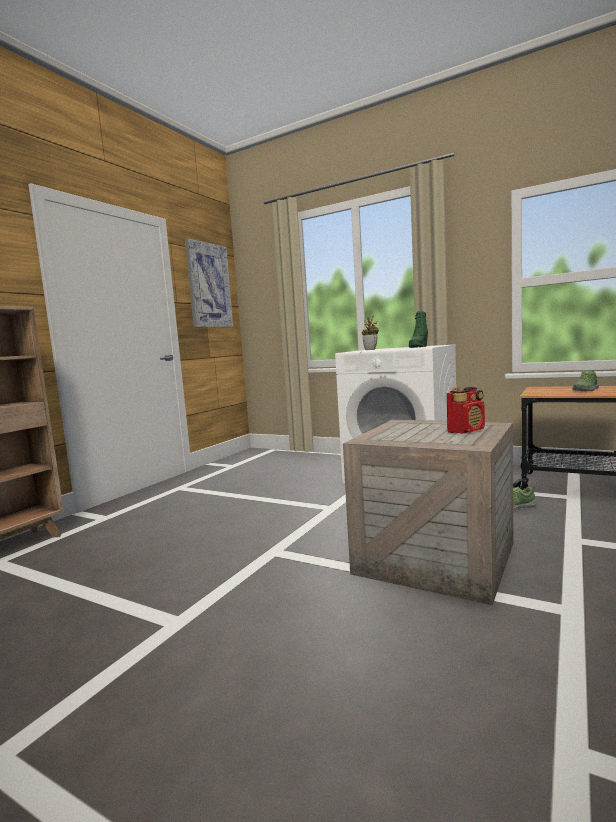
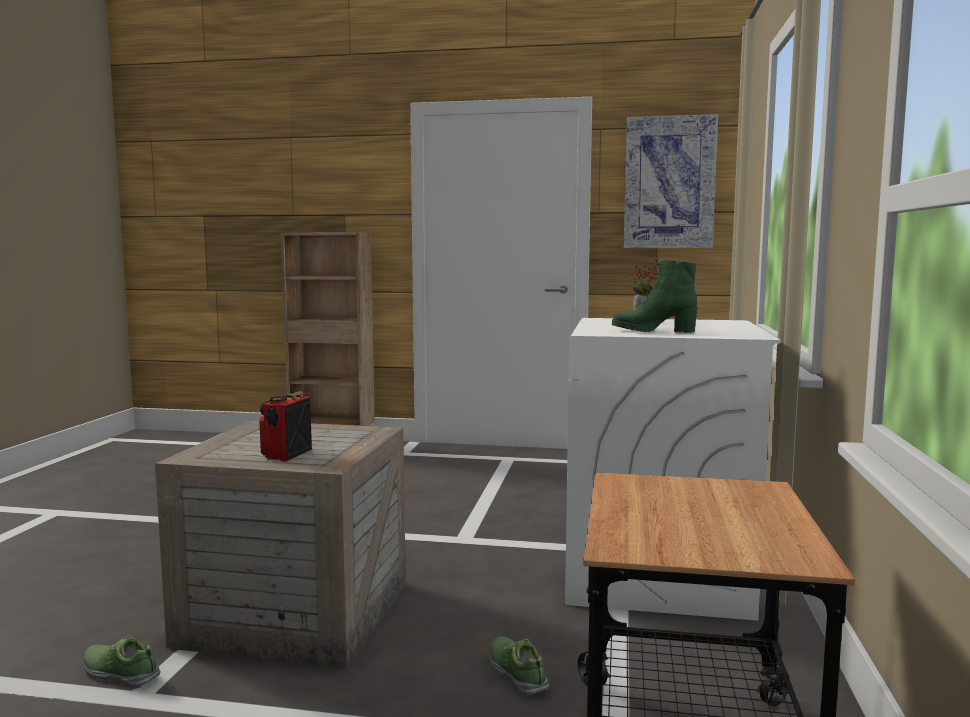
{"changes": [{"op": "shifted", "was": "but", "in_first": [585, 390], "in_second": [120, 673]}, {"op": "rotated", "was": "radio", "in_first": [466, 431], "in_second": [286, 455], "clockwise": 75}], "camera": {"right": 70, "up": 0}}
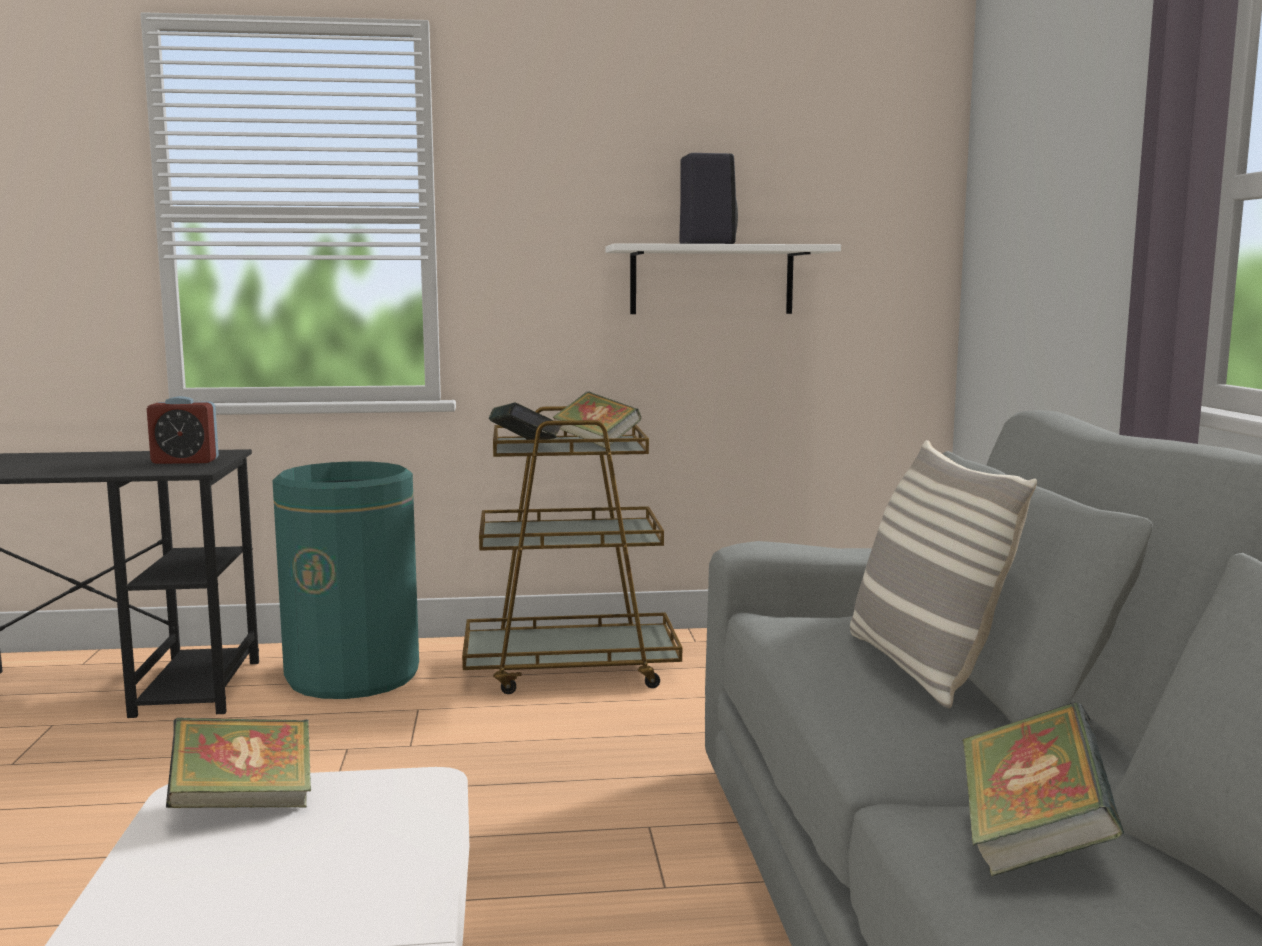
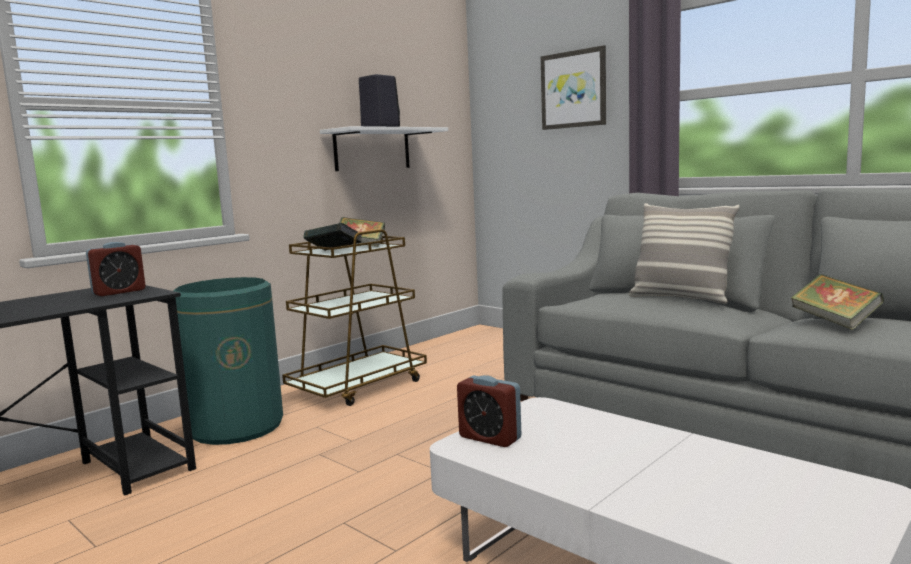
{"changes": [{"op": "swapped", "was": "książka", "now": "budzik", "in_first": [244, 803], "in_second": [490, 438]}, {"op": "new", "now": "obraz", "in_second": [573, 89]}], "camera": {"right": -40, "up": 0}}
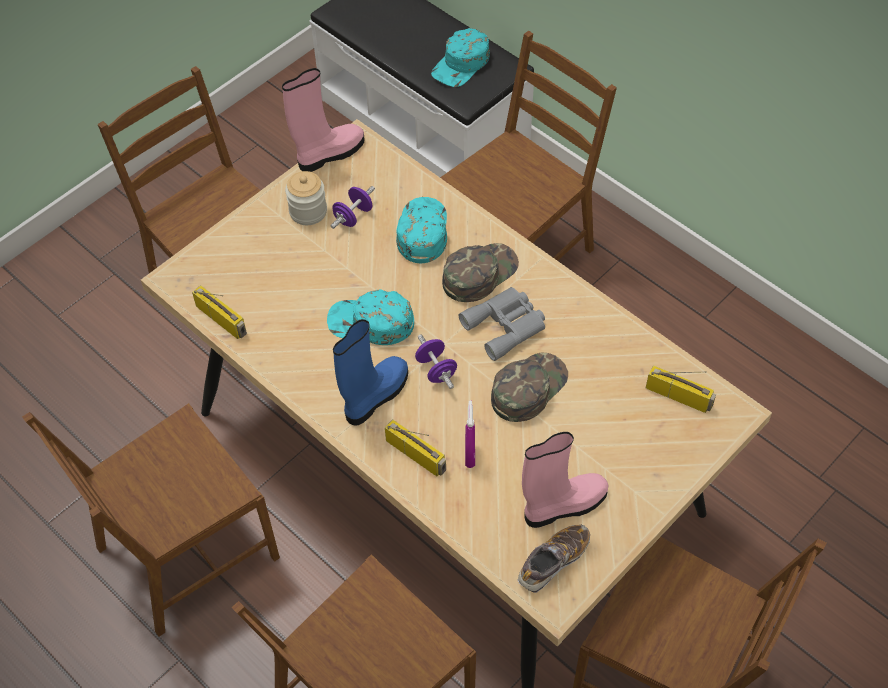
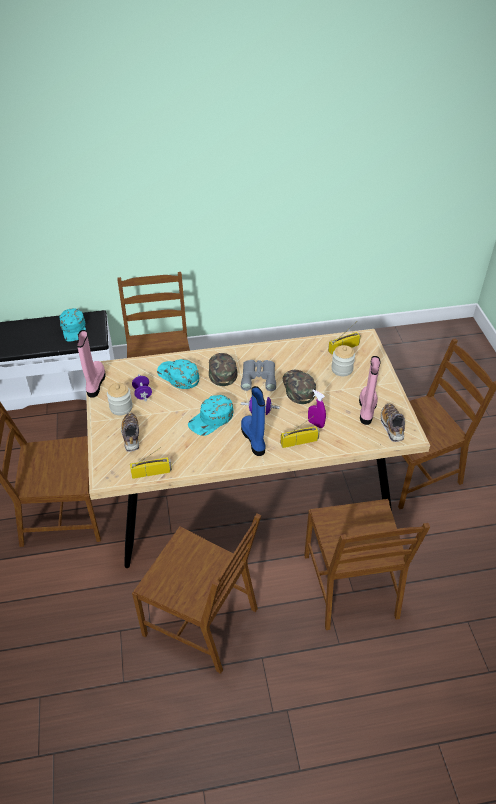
{"changes": [{"op": "new", "now": "but", "in_second": [131, 436]}, {"op": "rotated", "was": "krzesło [brązowy]", "in_first": [186, 552], "in_second": [202, 621], "clockwise": -60}, {"op": "new", "now": "słoik", "in_second": [342, 369]}], "camera": {"right": -55, "up": -10}}
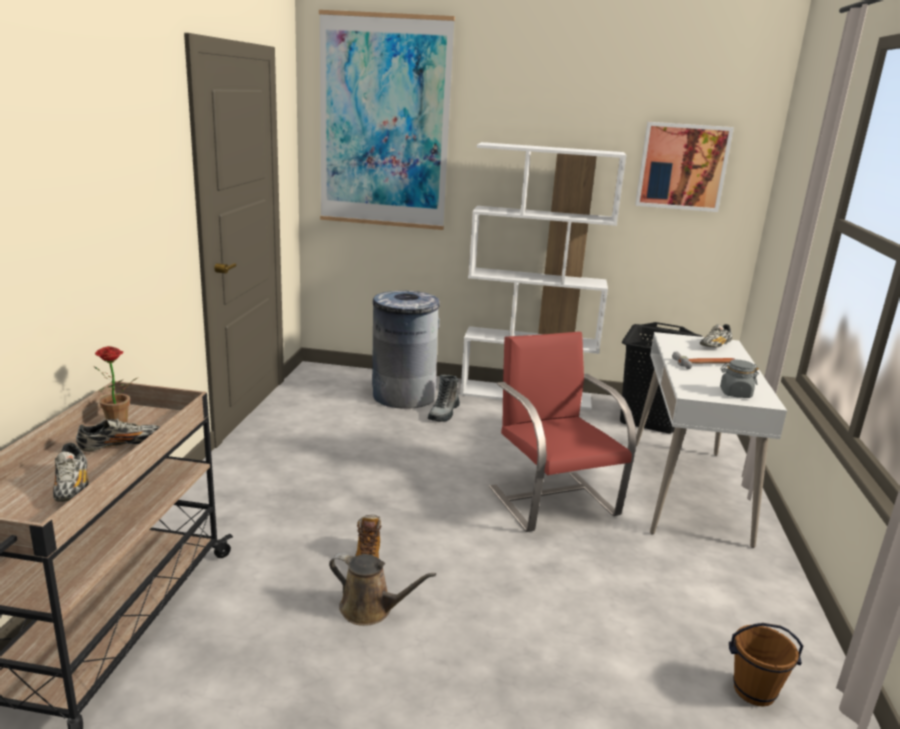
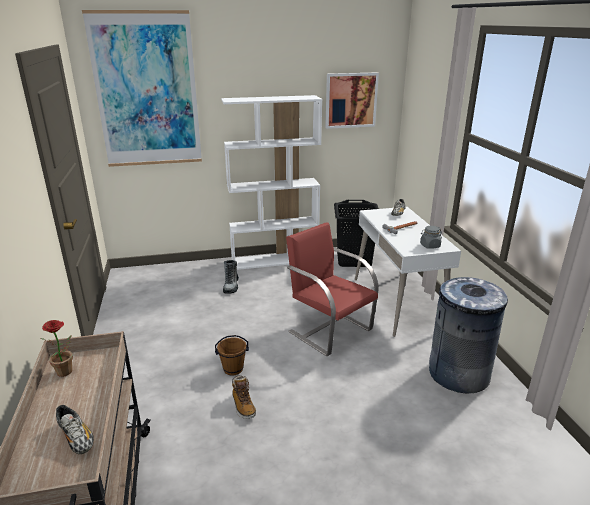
{"changes": [{"op": "shifted", "was": "wiadro [brązowy]", "in_first": [754, 690], "in_second": [233, 369]}, {"op": "shifted", "was": "kosz na śmieci [szary]", "in_first": [403, 396], "in_second": [458, 373]}, {"op": "gone", "was": "but", "in_first": [121, 445]}, {"op": "gone", "was": "konewka [brązowy]", "in_first": [370, 609]}], "camera": {"right": -20, "up": 5}}
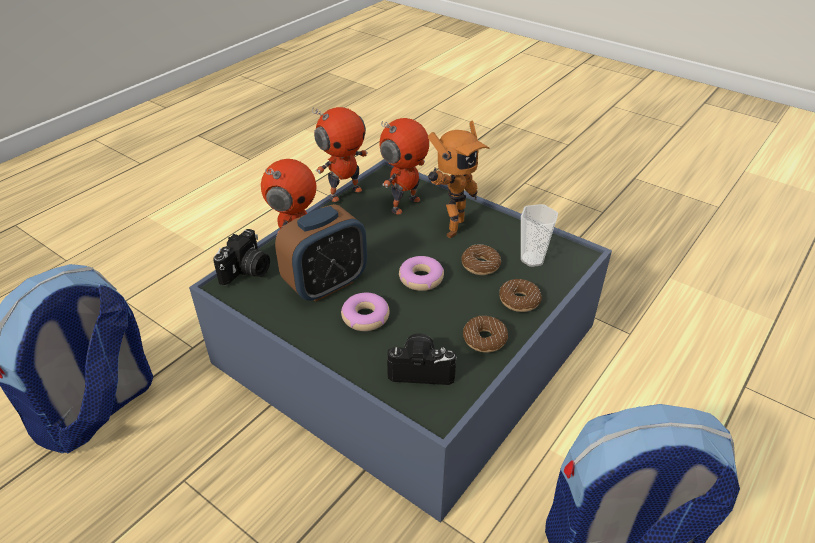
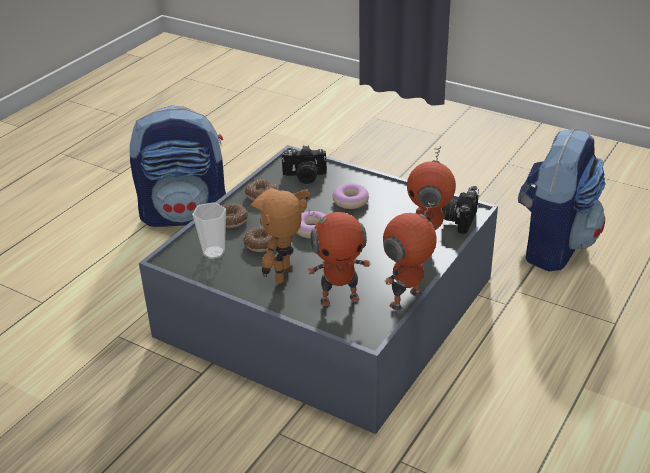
{"changes": [{"op": "rotated", "was": "robot zabawkowy", "in_first": [404, 204], "in_second": [339, 298], "clockwise": -135}, {"op": "gone", "was": "budzik", "in_first": [326, 284]}], "camera": {"right": 175, "up": -5}}
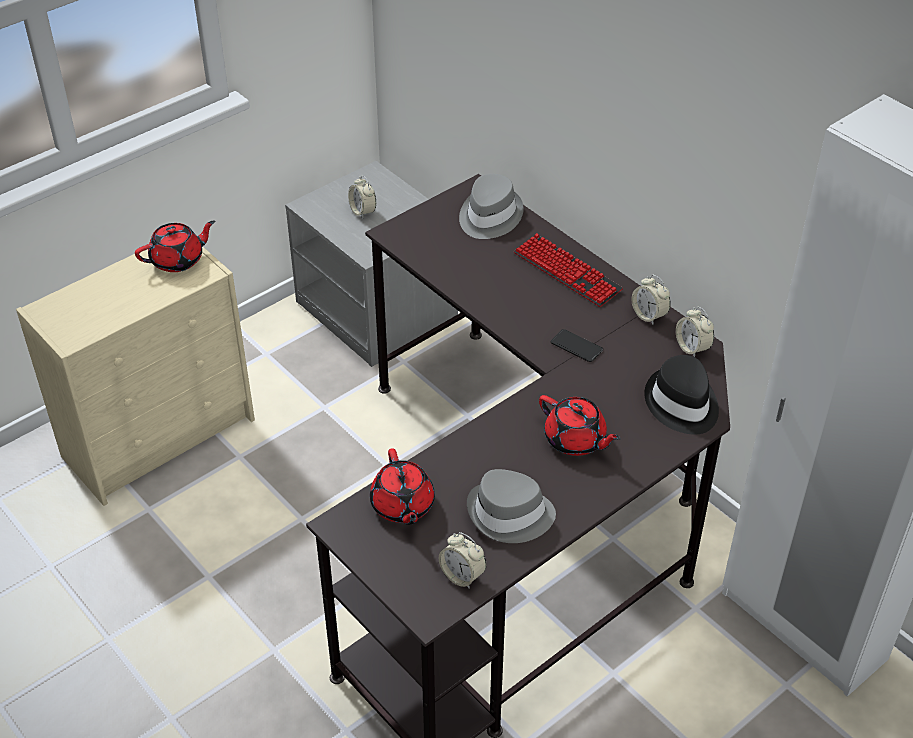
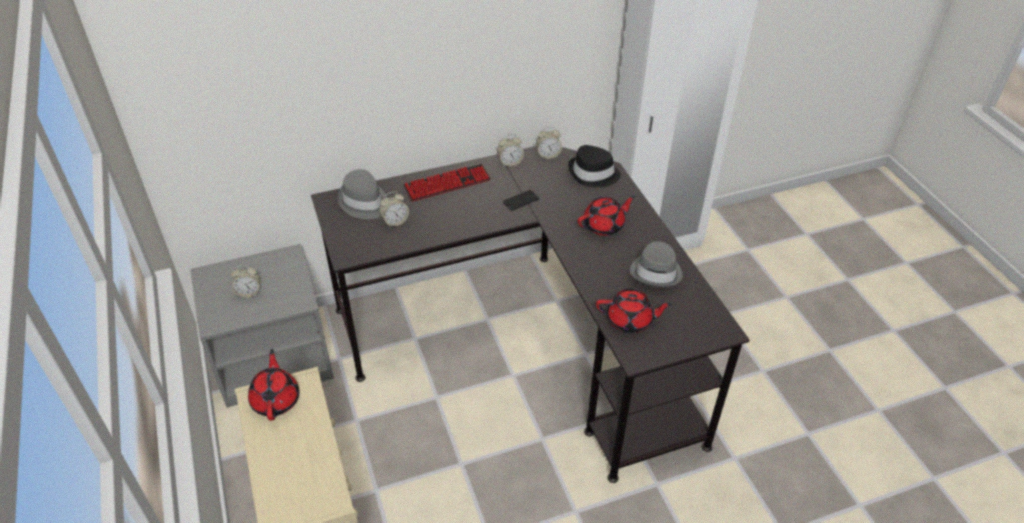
{"changes": [{"op": "shifted", "was": "budzik", "in_first": [462, 575], "in_second": [395, 221]}], "camera": {"right": -70, "up": 0}}
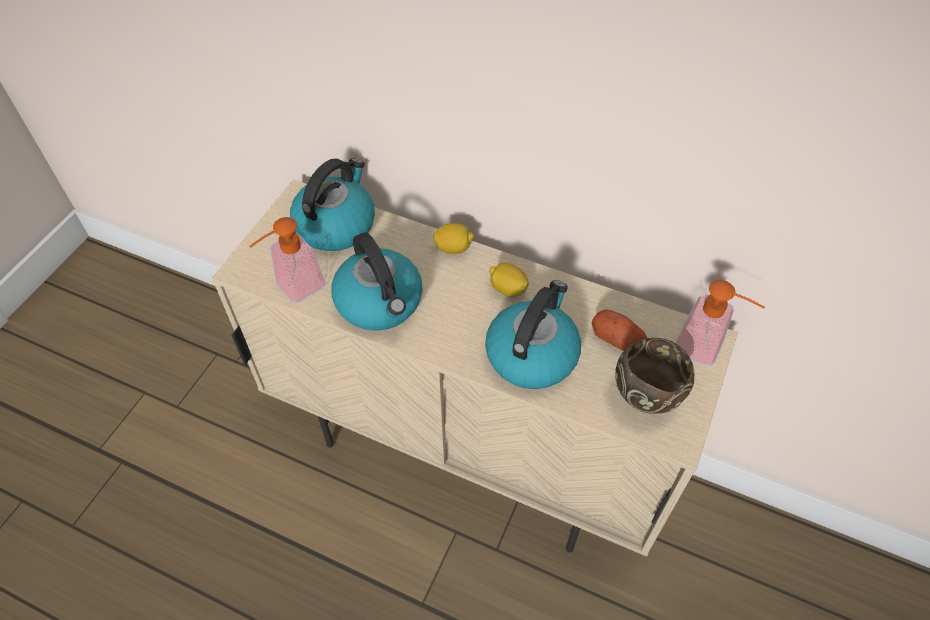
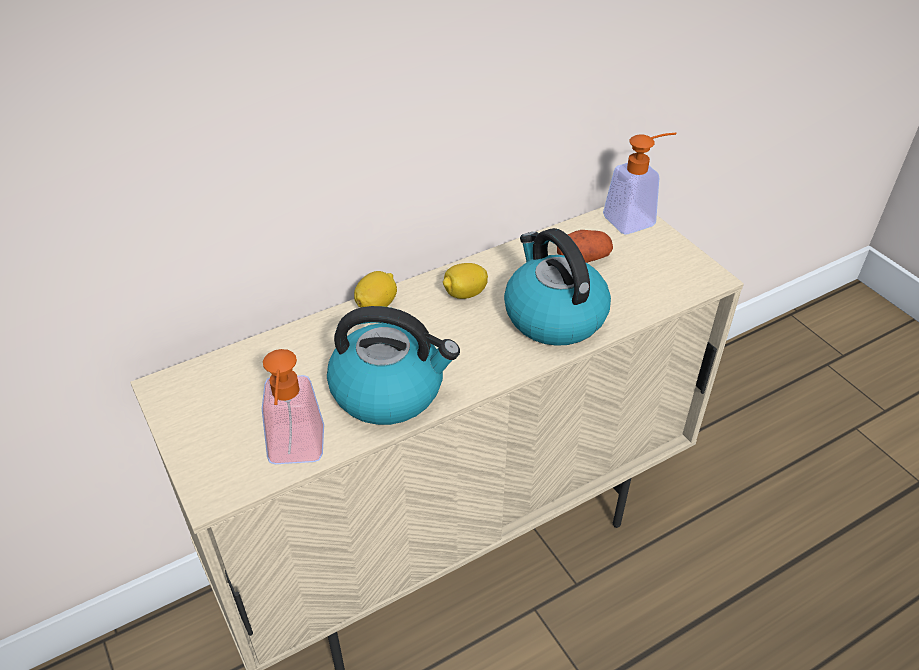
{"changes": [{"op": "gone", "was": "czajnik", "in_first": [336, 225]}, {"op": "gone", "was": "miska [brązowy]", "in_first": [645, 398]}], "camera": {"right": -55, "up": -10}}
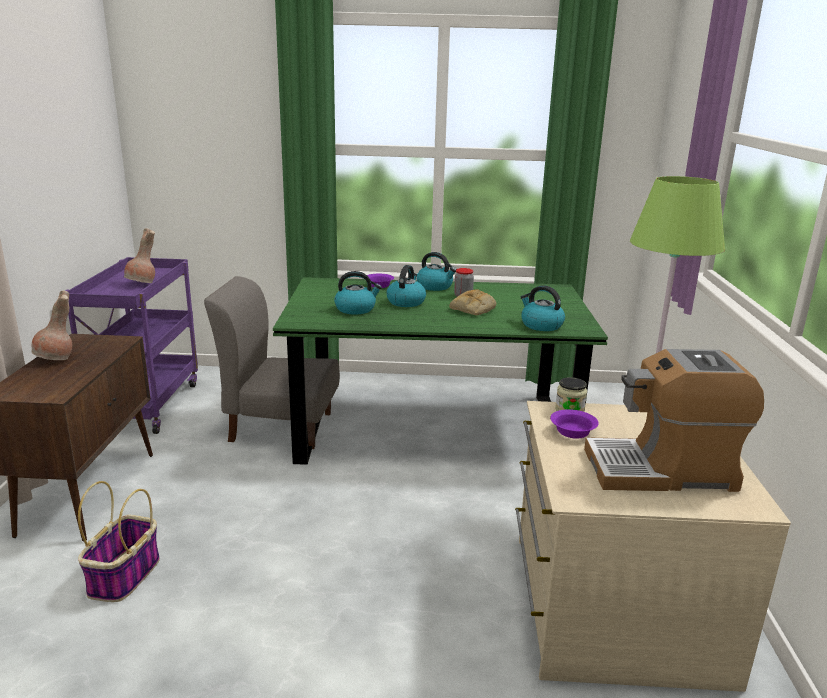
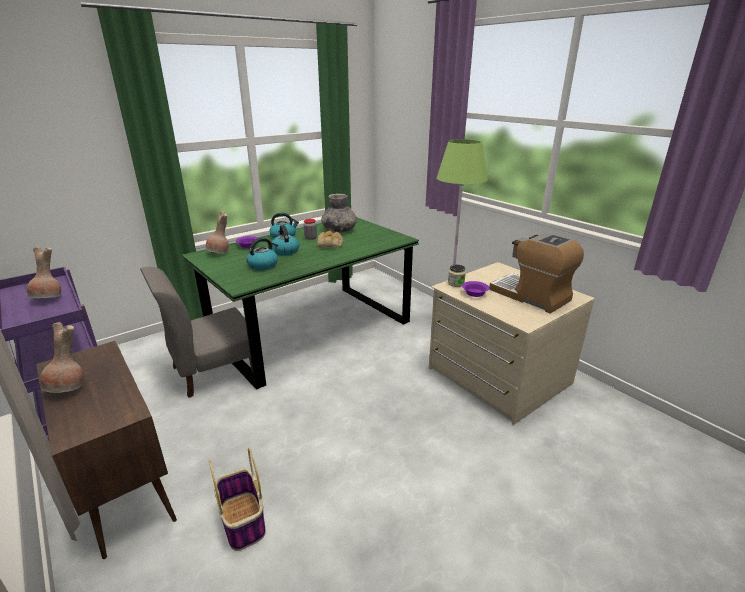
{"changes": [{"op": "new", "now": "wazon [brązowy]", "in_second": [219, 253]}, {"op": "new", "now": "wazon [szary]", "in_second": [339, 230]}, {"op": "rotated", "was": "ekspres do kawy", "in_first": [662, 470], "in_second": [530, 296], "clockwise": 90}, {"op": "gone", "was": "czajnik", "in_first": [541, 325]}], "camera": {"right": -40, "up": 5}}
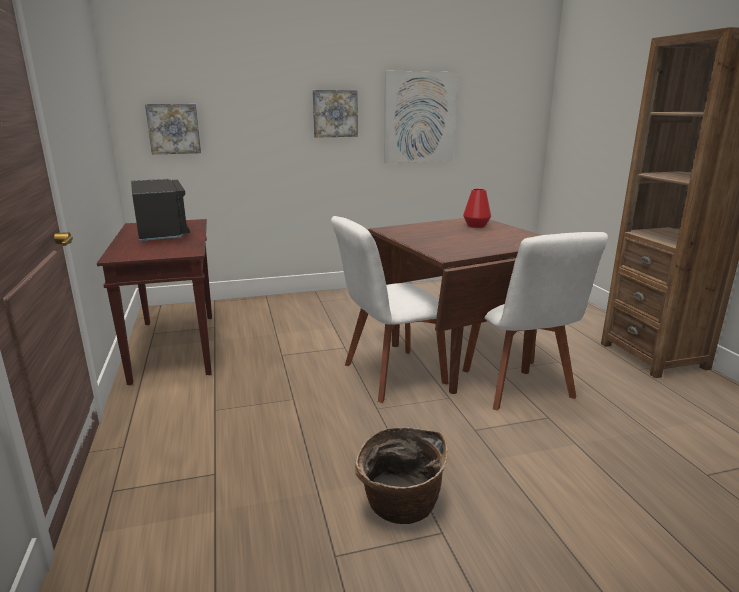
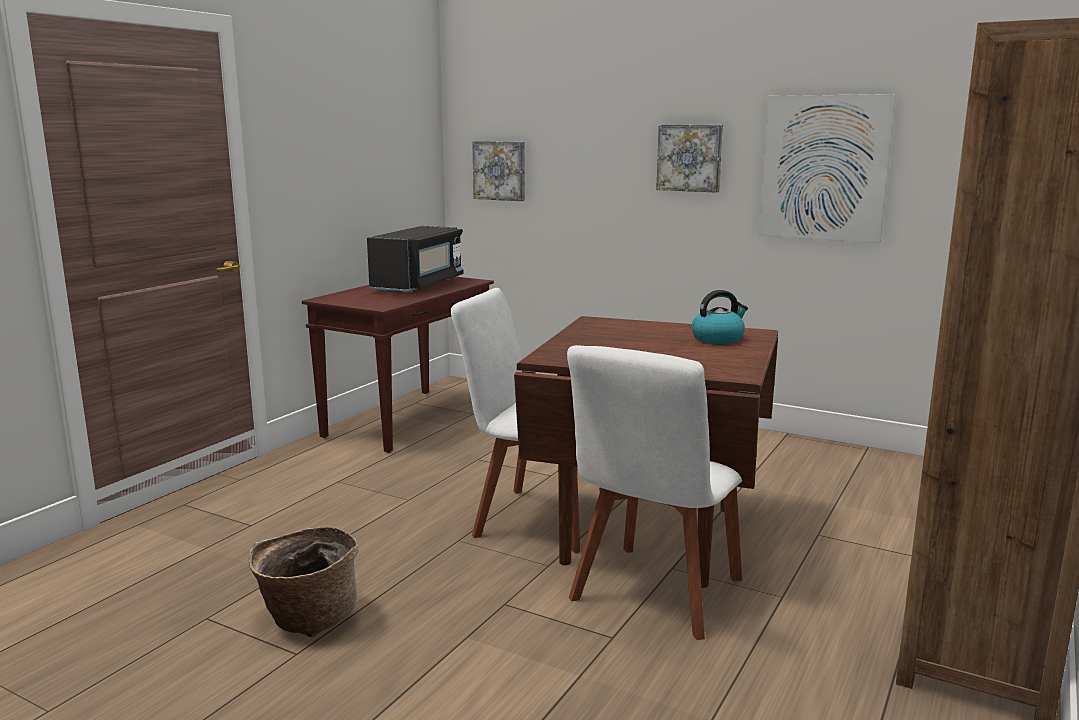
{"changes": [{"op": "swapped", "was": "wazon [czerwony]", "now": "czajnik", "in_first": [476, 225], "in_second": [718, 339]}], "camera": {"right": 45, "up": -5}}
